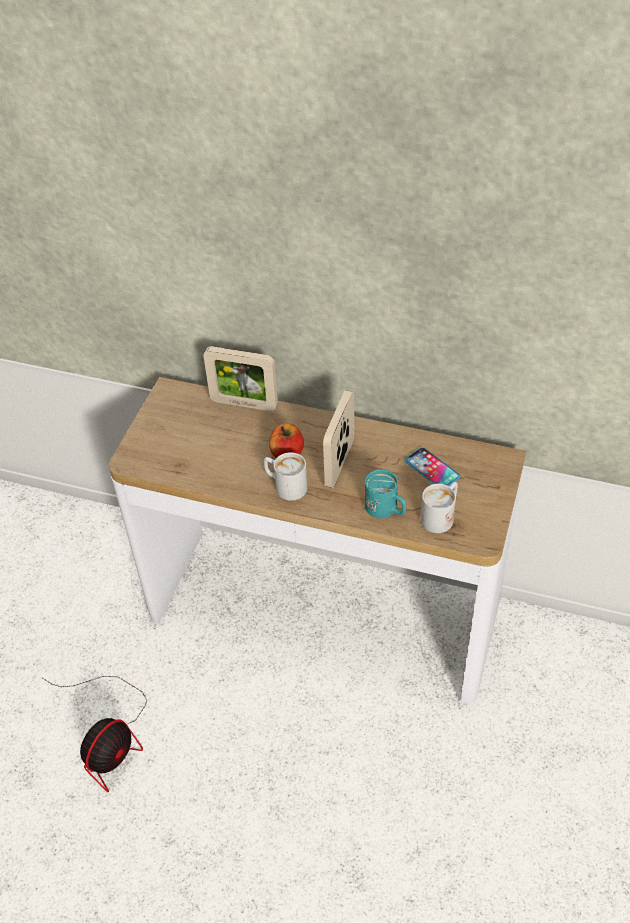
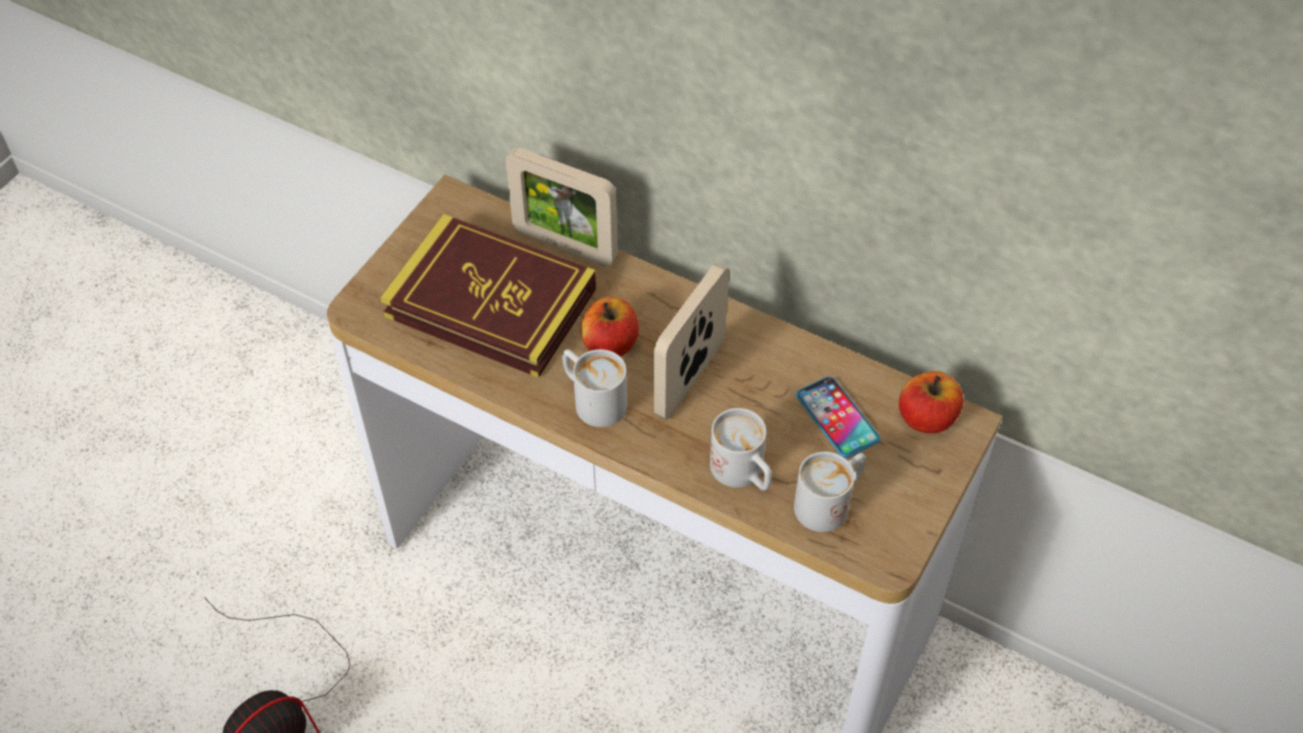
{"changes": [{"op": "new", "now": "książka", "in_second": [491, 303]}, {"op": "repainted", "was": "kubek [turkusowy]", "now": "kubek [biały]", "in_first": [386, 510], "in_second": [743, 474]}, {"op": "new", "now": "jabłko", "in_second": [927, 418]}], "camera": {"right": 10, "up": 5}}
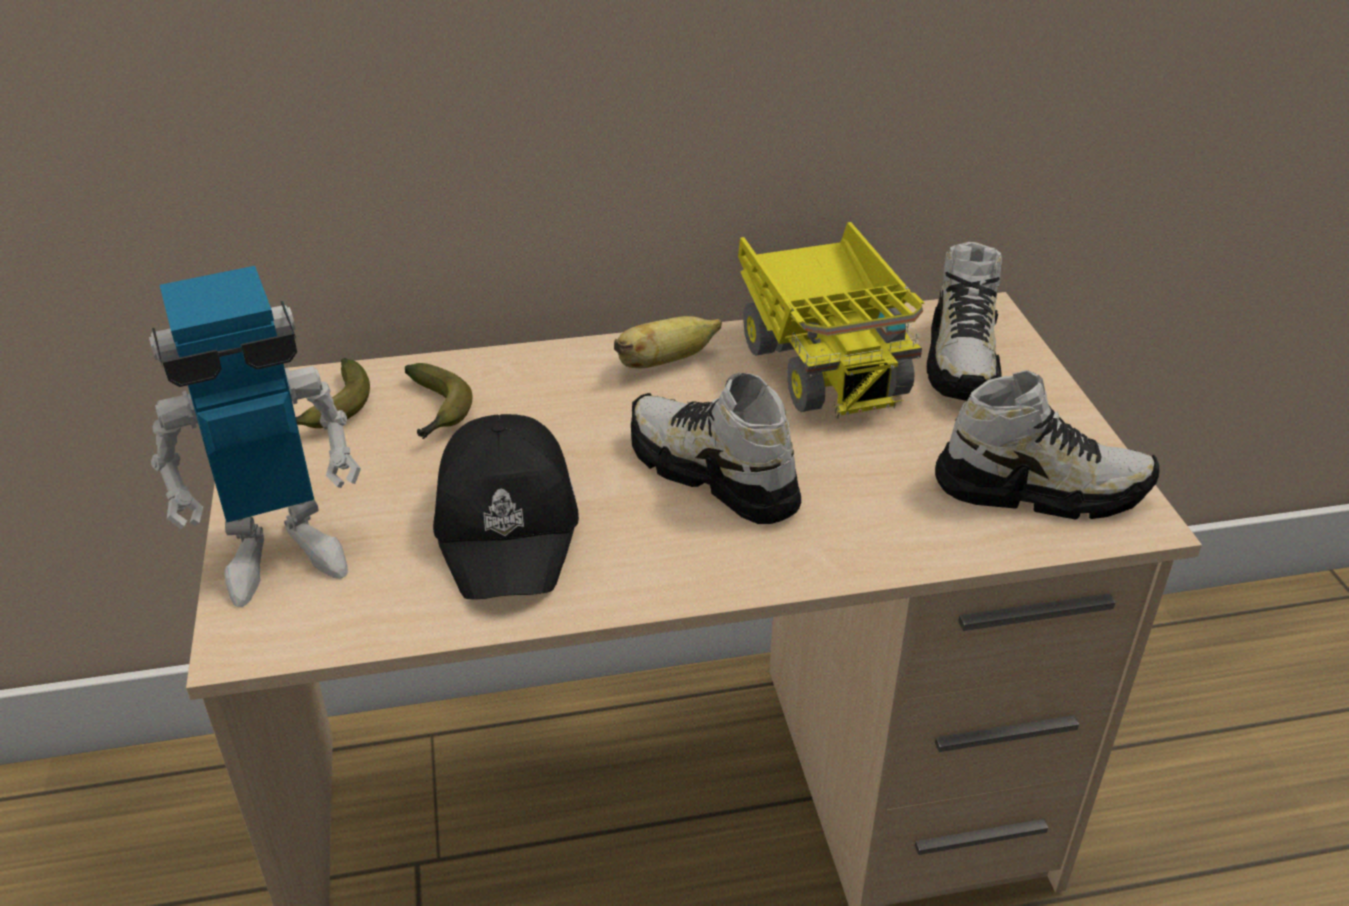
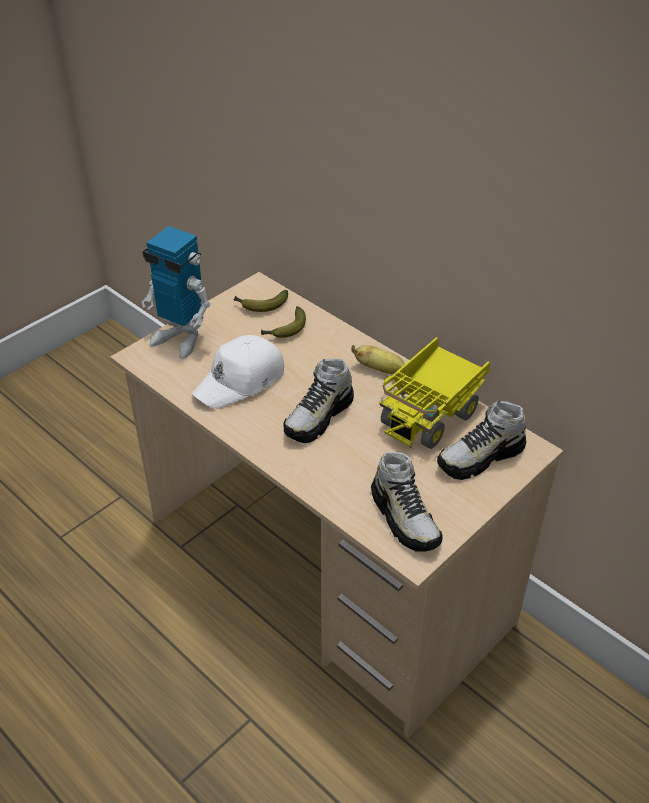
{"changes": [{"op": "repainted", "was": "czapka z daszkiem [czarny]", "now": "czapka z daszkiem [biały]", "in_first": [509, 524], "in_second": [241, 381]}, {"op": "rotated", "was": "but", "in_first": [712, 475], "in_second": [319, 417], "clockwise": -150}], "camera": {"right": 55, "up": 5}}
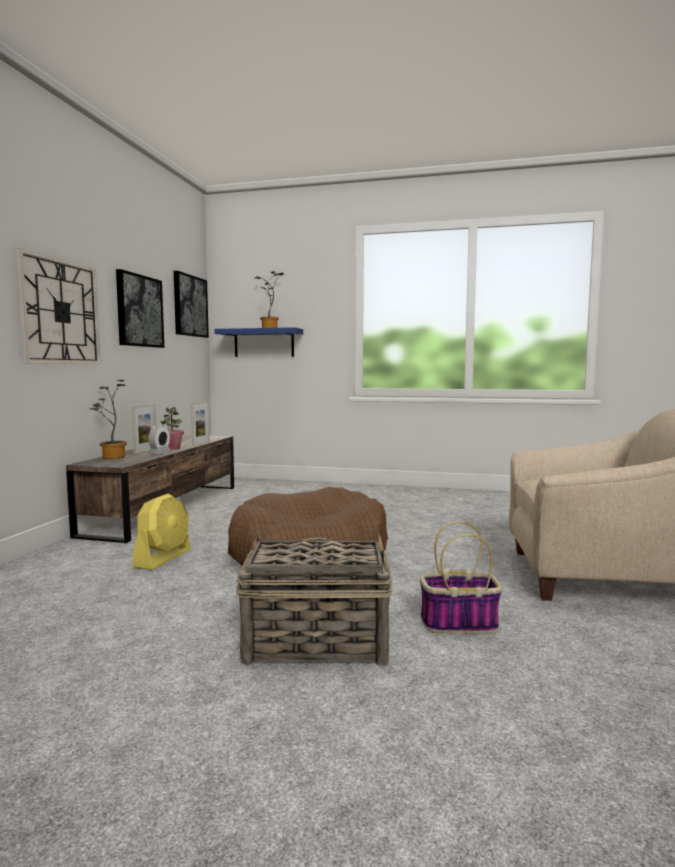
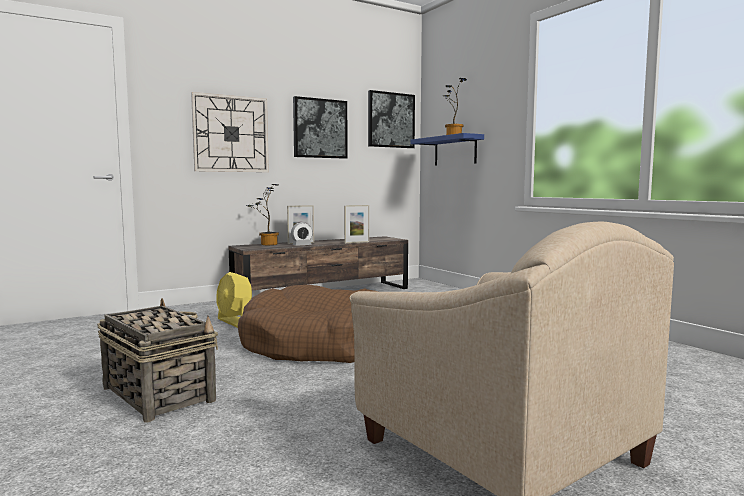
{"changes": [{"op": "rotated", "was": "wentylator [żółty]", "in_first": [163, 558], "in_second": [236, 322], "clockwise": 75}, {"op": "gone", "was": "roślina doniczkowa", "in_first": [172, 448]}, {"op": "gone", "was": "koszyk", "in_first": [458, 623]}], "camera": {"right": 45, "up": 0}}
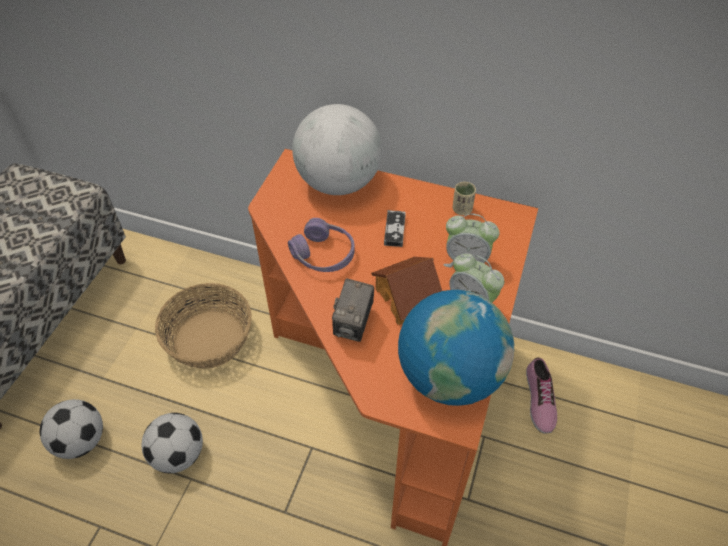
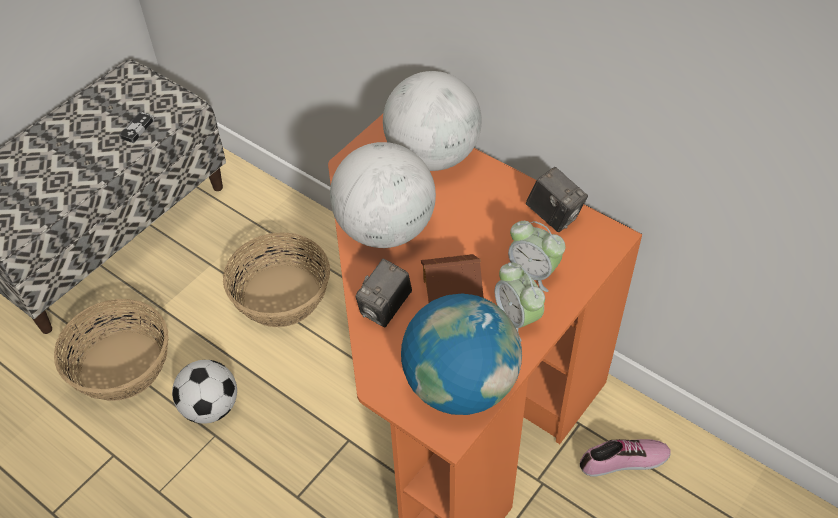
{"changes": [{"op": "swapped", "was": "piłka futbolowa", "now": "koszyk", "in_first": [81, 441], "in_second": [121, 366]}, {"op": "shifted", "was": "pad do gier", "in_first": [394, 230], "in_second": [137, 129]}, {"op": "swapped", "was": "słuchawki [fioletowy]", "now": "globus", "in_first": [323, 254], "in_second": [385, 230]}, {"op": "swapped", "was": "filiżanka [beżowy]", "now": "aparat fotograficzny", "in_first": [462, 209], "in_second": [554, 216]}, {"op": "rotated", "was": "but", "in_first": [538, 399], "in_second": [624, 461], "clockwise": -120}], "camera": {"right": 20, "up": 0}}
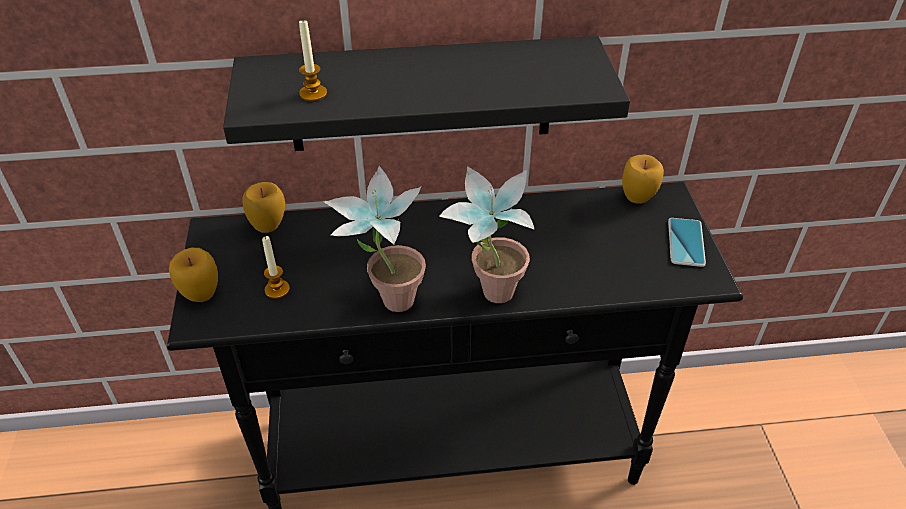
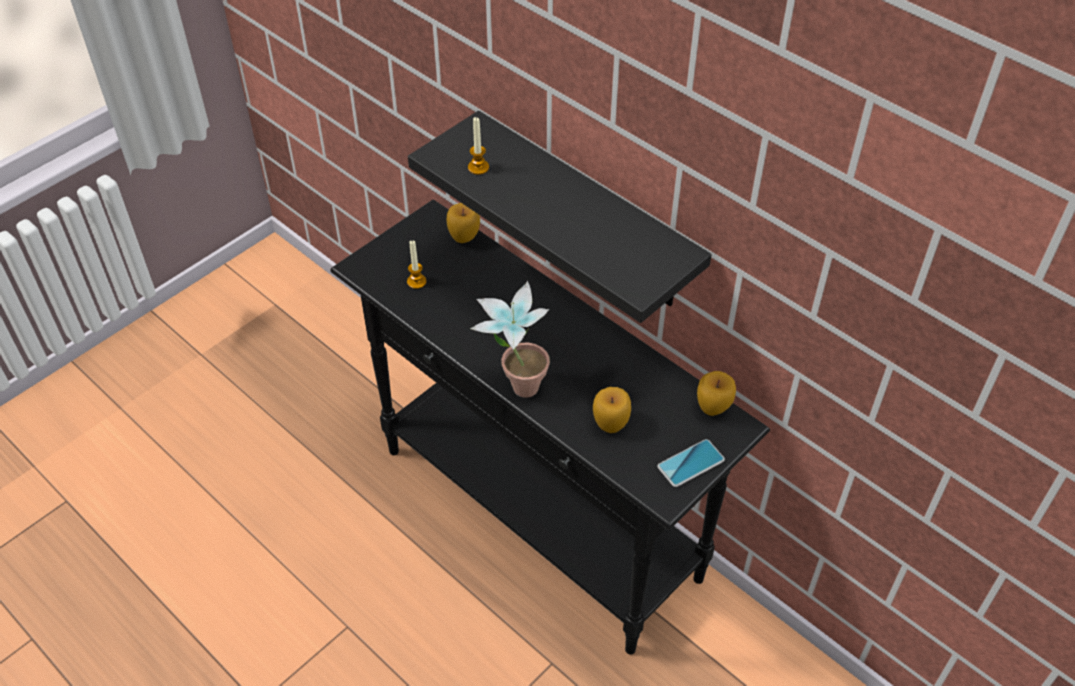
{"changes": [{"op": "shifted", "was": "jabłko", "in_first": [200, 293], "in_second": [610, 424]}, {"op": "gone", "was": "roślina doniczkowa", "in_first": [386, 301]}], "camera": {"right": 50, "up": 5}}
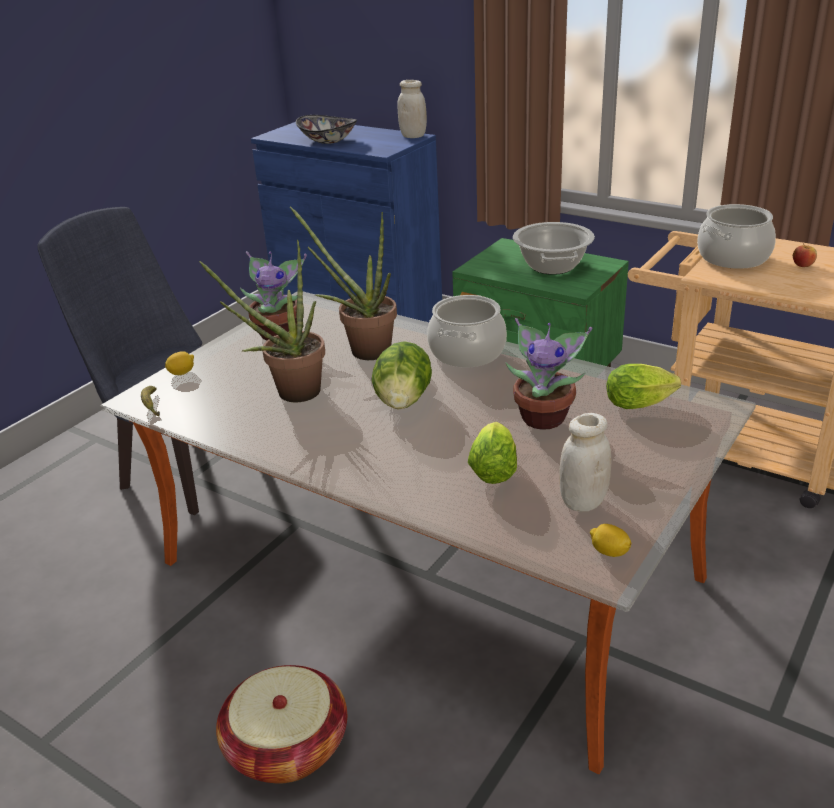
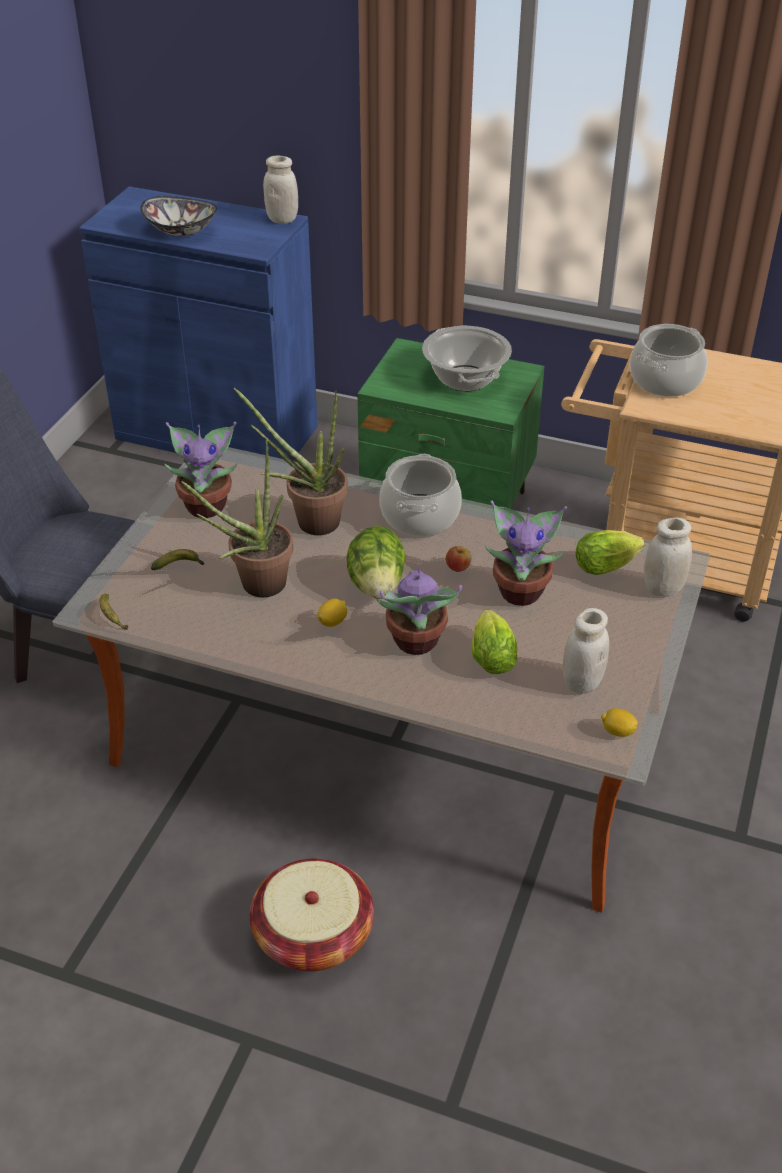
{"changes": [{"op": "new", "now": "banan", "in_second": [180, 565]}, {"op": "shifted", "was": "cytryna", "in_first": [182, 373], "in_second": [332, 621]}, {"op": "new", "now": "roślina doniczkowa", "in_second": [416, 642]}, {"op": "shifted", "was": "jabłko", "in_first": [802, 265], "in_second": [458, 567]}, {"op": "new", "now": "słoik [biały]", "in_second": [663, 588]}], "camera": {"right": -15, "up": 10}}
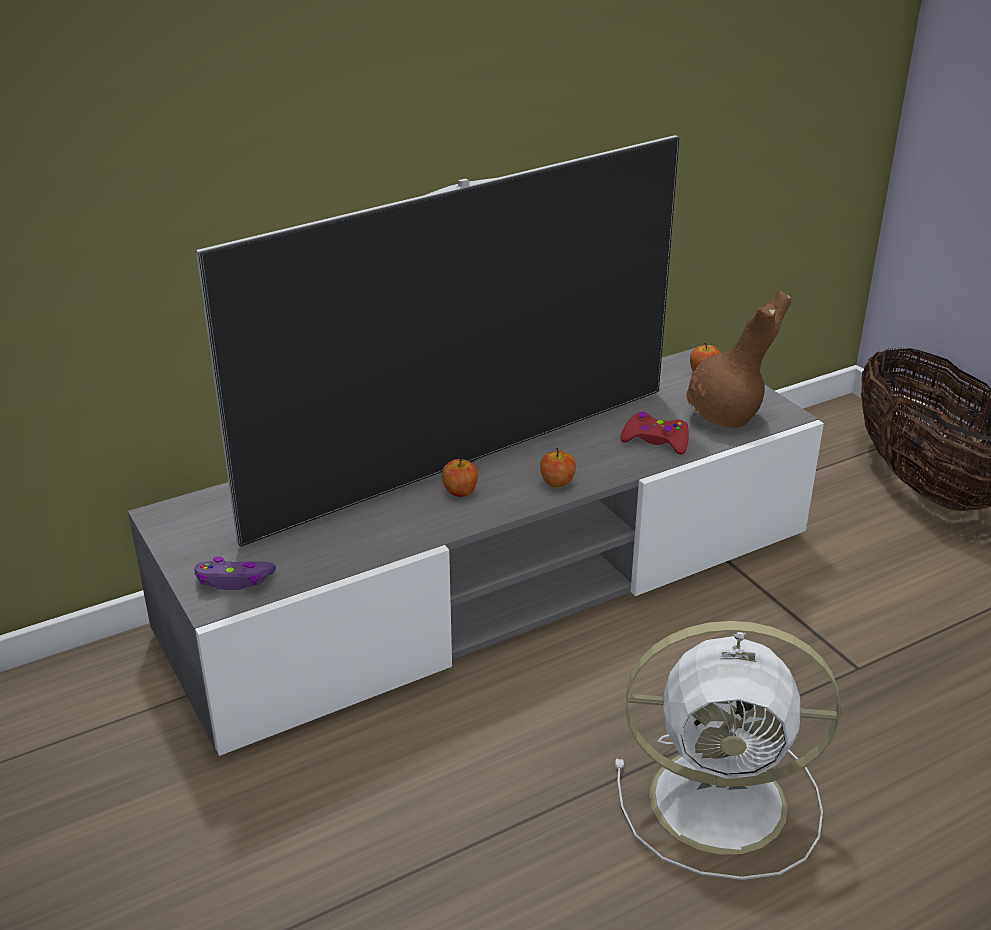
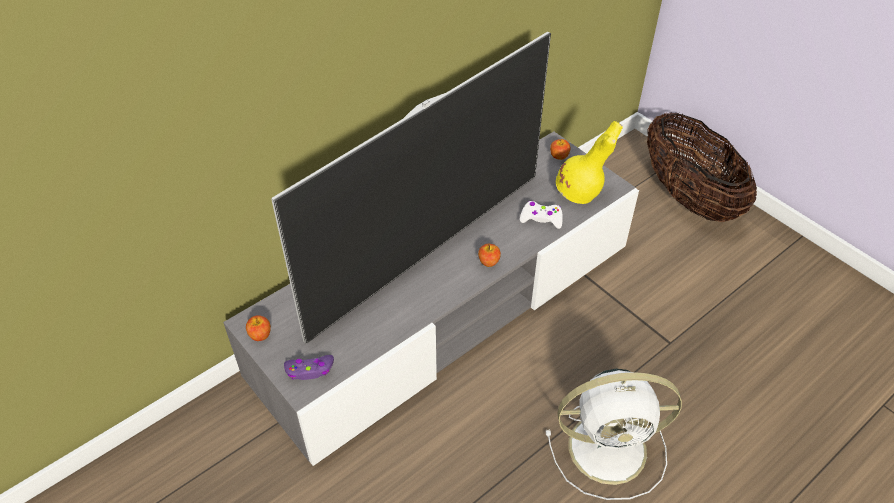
{"changes": [{"op": "shifted", "was": "jabłko", "in_first": [460, 491], "in_second": [260, 335]}, {"op": "repainted", "was": "pad do gier [czerwony]", "now": "pad do gier [biały]", "in_first": [656, 441], "in_second": [541, 218]}, {"op": "repainted", "was": "wazon [brązowy]", "now": "wazon [żółty]", "in_first": [725, 418], "in_second": [579, 194]}], "camera": {"right": -10, "up": 15}}
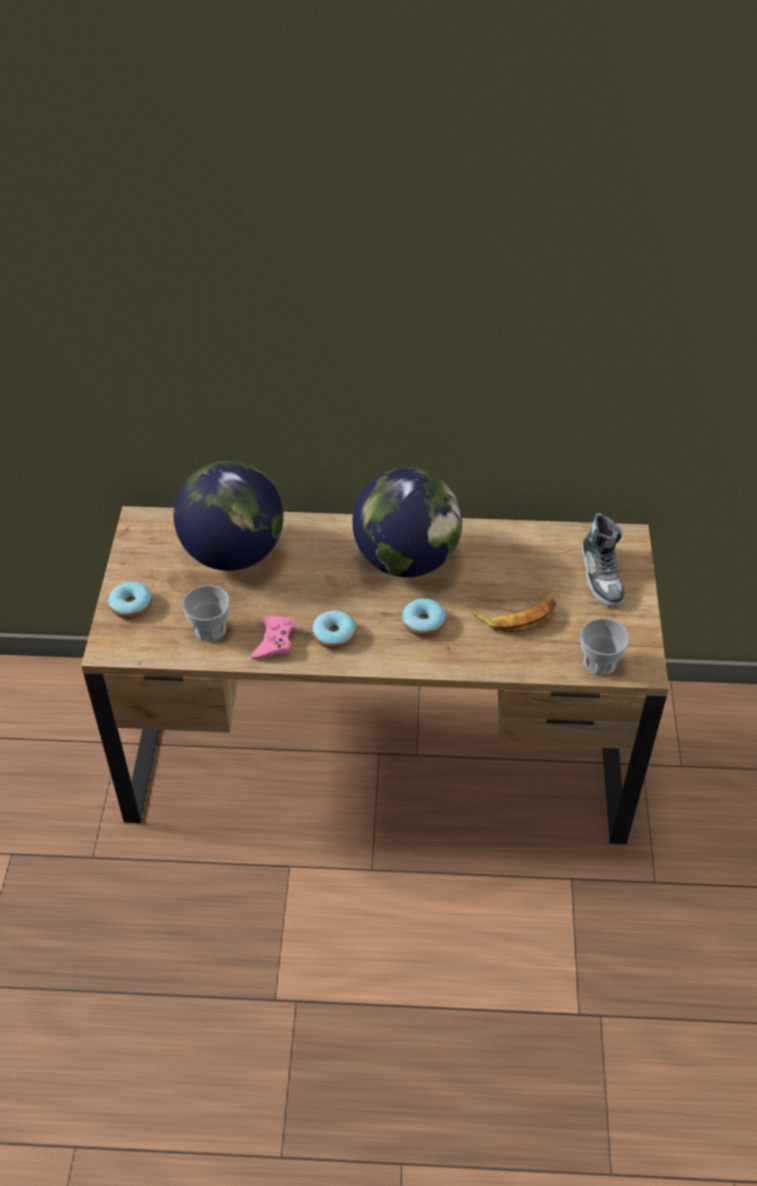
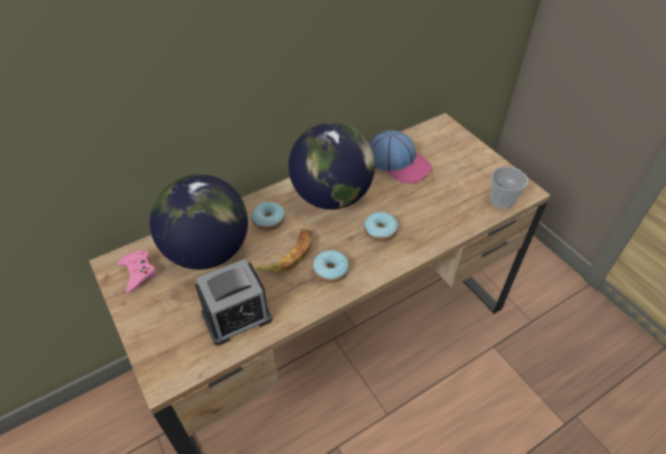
{"changes": [{"op": "shifted", "was": "pad do gier [różowy]", "in_first": [274, 641], "in_second": [138, 272]}, {"op": "swapped", "was": "filiżanka", "now": "budzik", "in_first": [210, 629], "in_second": [237, 316]}, {"op": "shifted", "was": "donut", "in_first": [131, 606], "in_second": [268, 220]}, {"op": "shifted", "was": "banan", "in_first": [517, 617], "in_second": [288, 254]}, {"op": "new", "now": "czapka z daszkiem", "in_second": [399, 163]}, {"op": "gone", "was": "but", "in_first": [601, 575]}], "camera": {"right": -35, "up": 0}}
